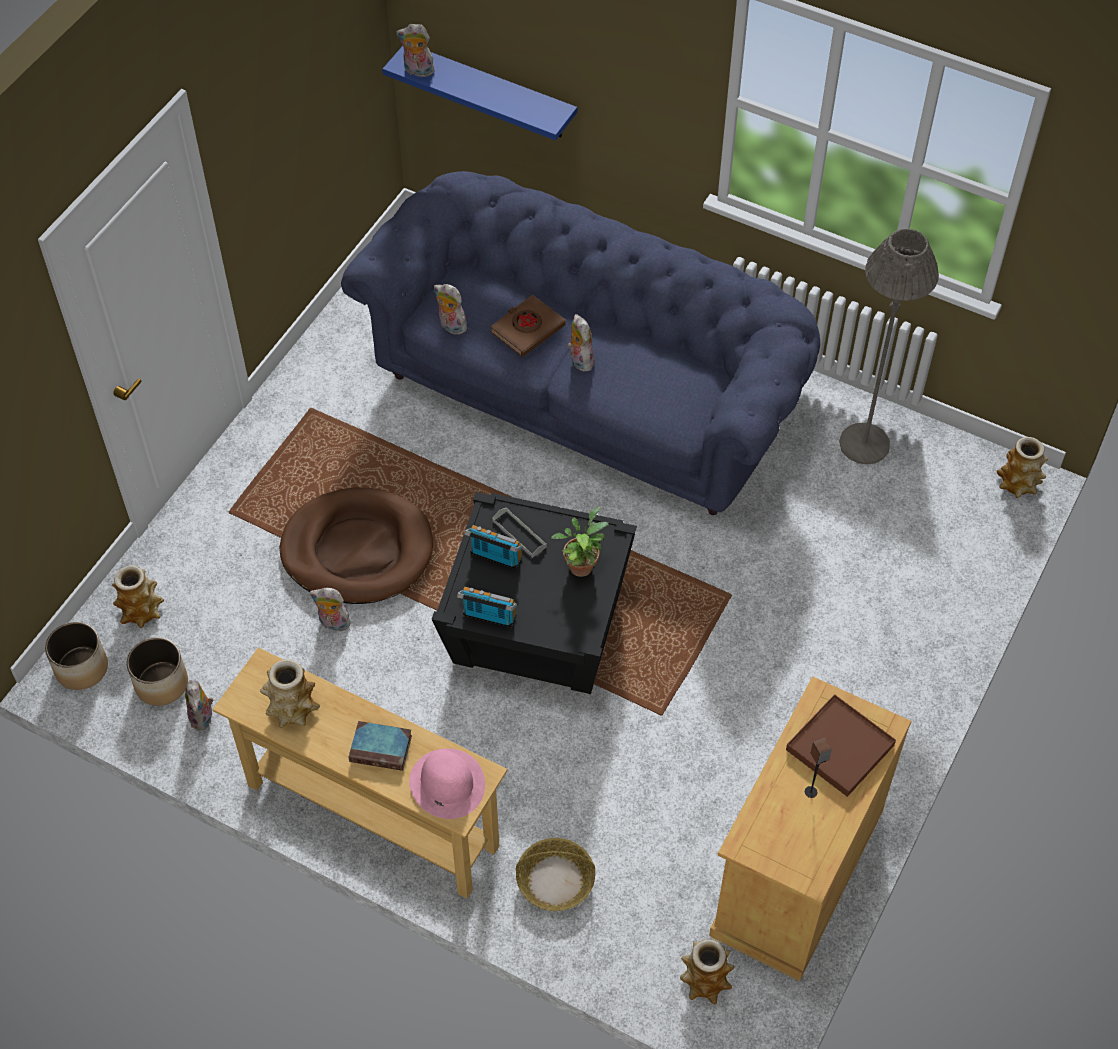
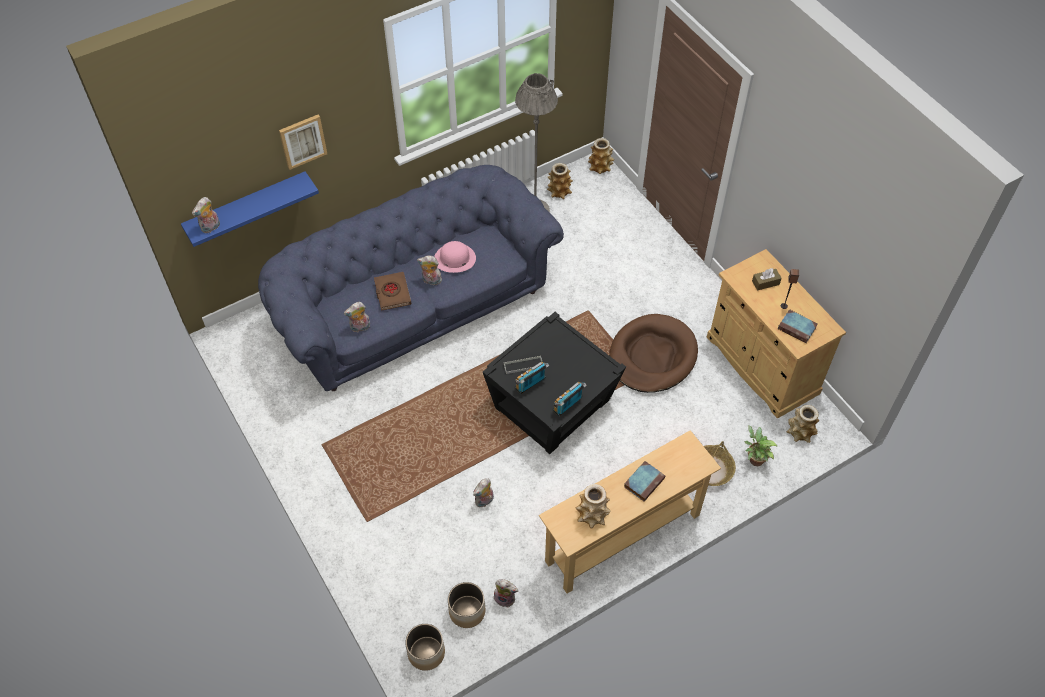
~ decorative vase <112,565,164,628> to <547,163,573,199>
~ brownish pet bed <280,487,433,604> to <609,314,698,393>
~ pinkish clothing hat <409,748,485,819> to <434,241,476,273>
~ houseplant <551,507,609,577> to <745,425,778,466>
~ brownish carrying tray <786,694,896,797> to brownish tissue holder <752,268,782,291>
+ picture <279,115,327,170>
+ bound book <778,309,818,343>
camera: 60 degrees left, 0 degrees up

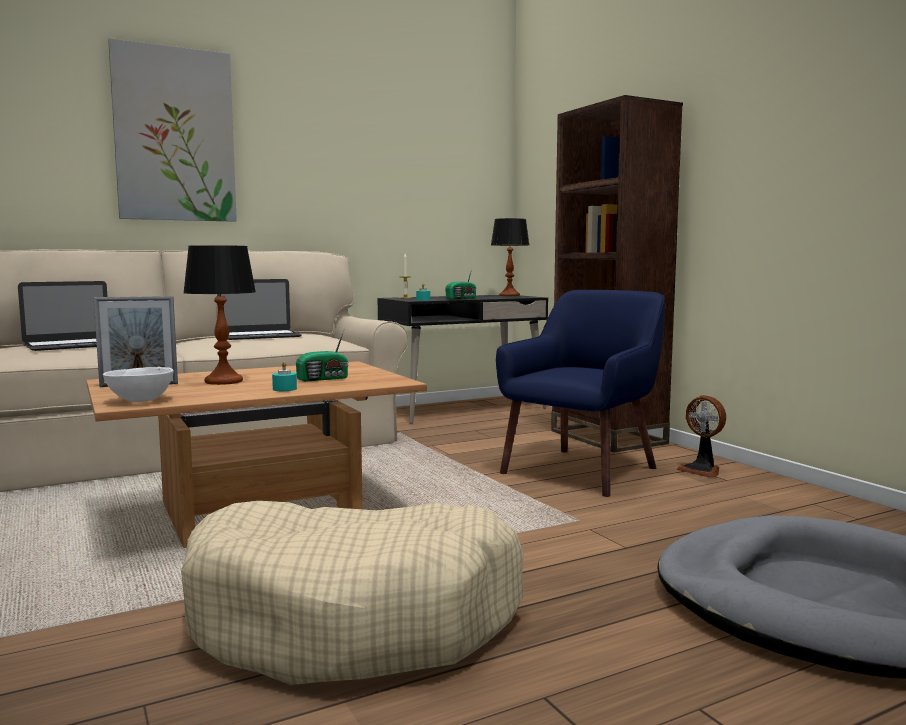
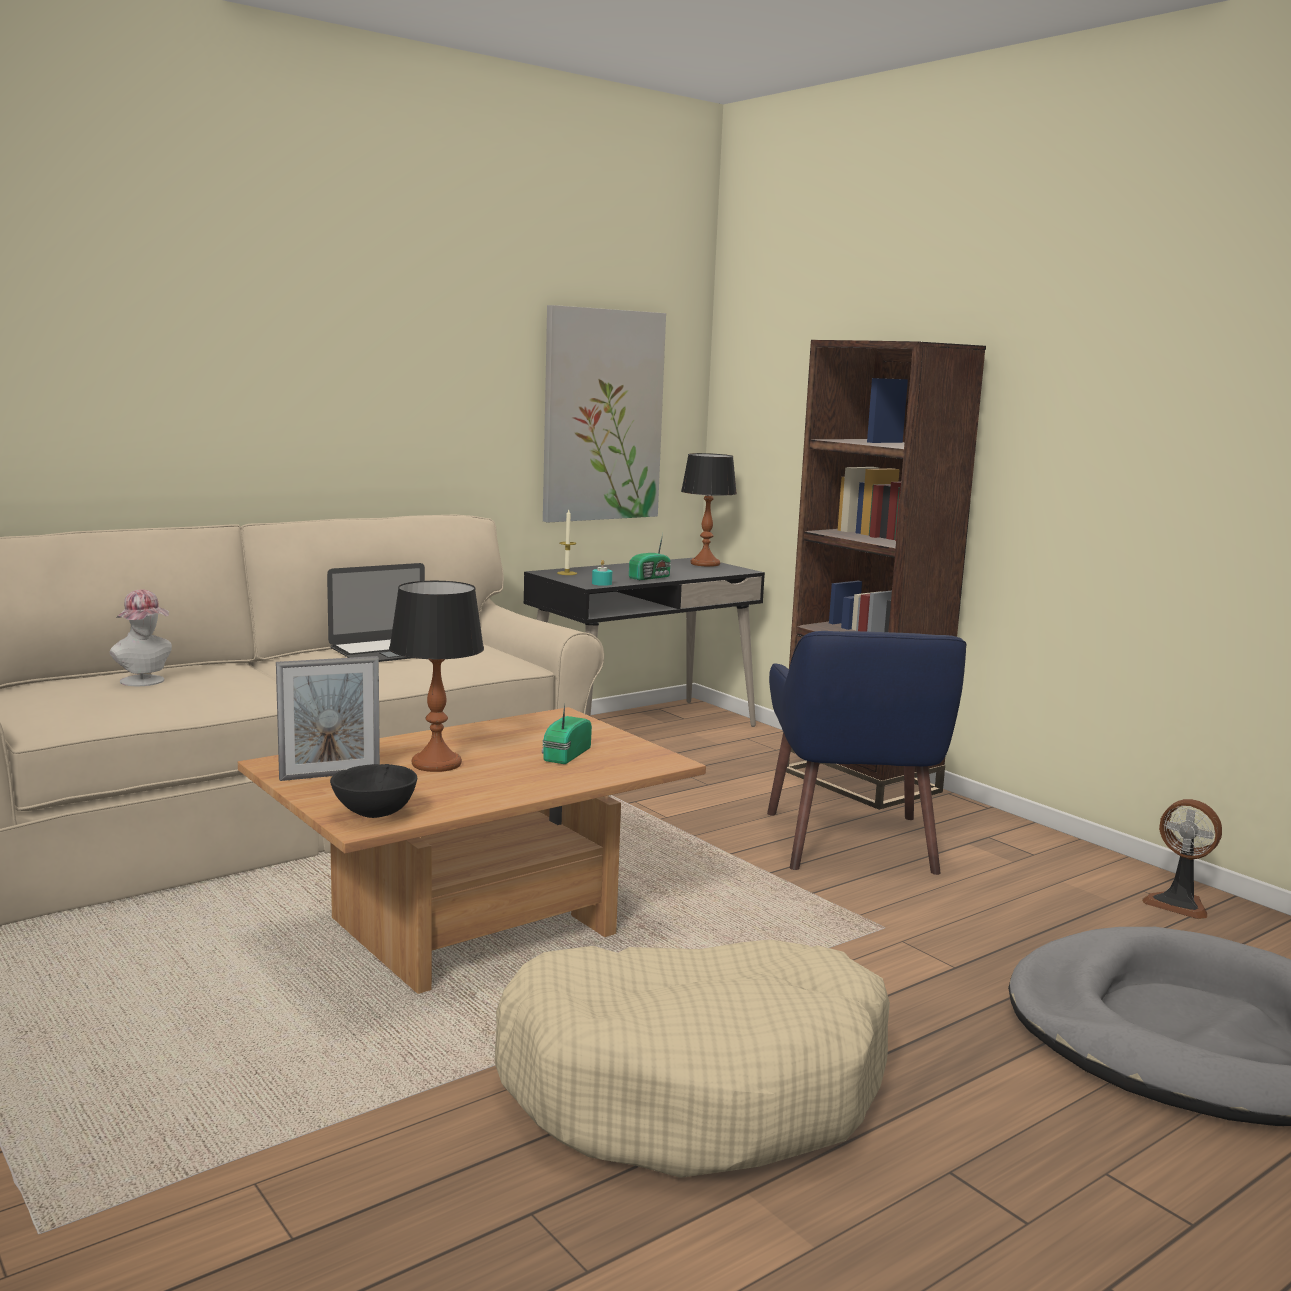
~ laptop <18,281,107,351> to clothing hat <110,589,172,686>
~ whitish bowl <103,367,174,402> to black-coloured bowl <330,764,417,818>
~ picture <108,38,237,222> to <543,305,666,523>
- blue-green wax light <272,361,297,391>
~ radio receiver <296,330,349,382> = <542,704,592,764> 150 degrees clockwise
~ blue lounge chair <496,290,665,497> = <767,631,966,875> 150 degrees clockwise
~ electric fan <676,395,726,477> to <1142,799,1222,919>
camera: 10 degrees left, 5 degrees up

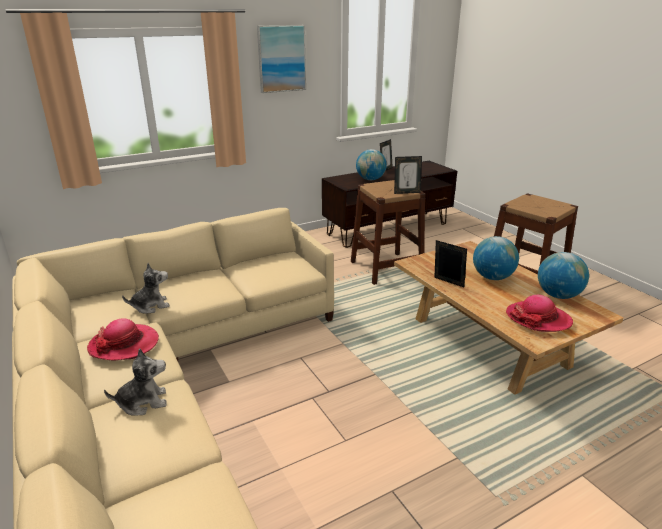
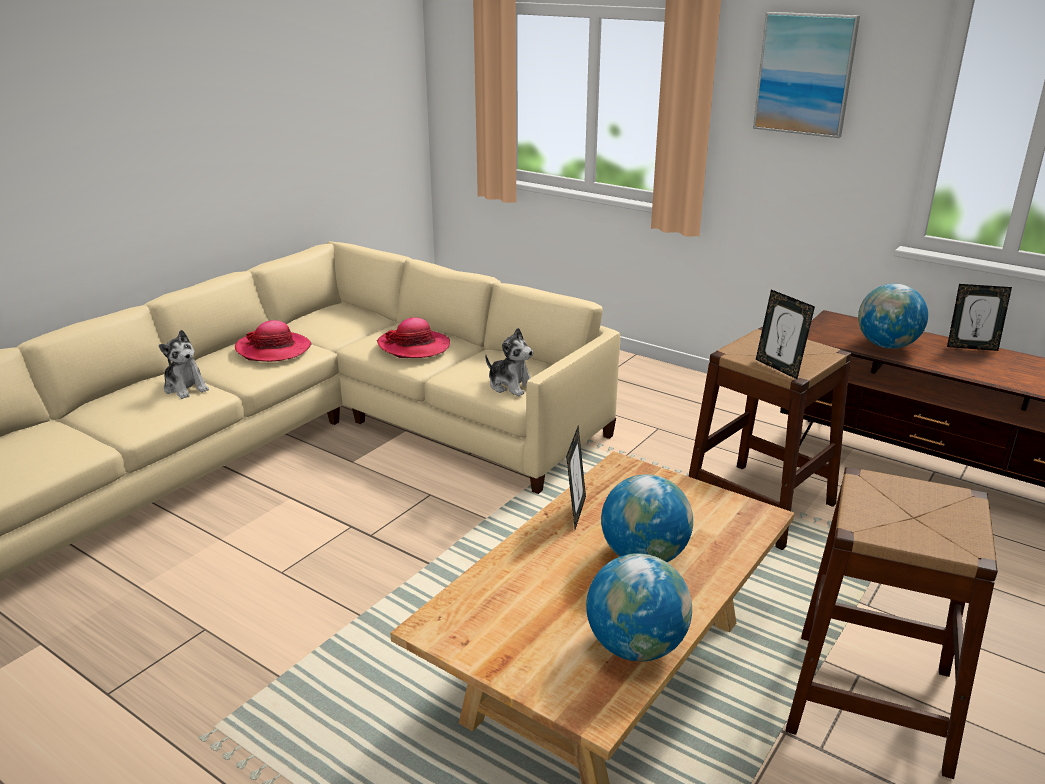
~ plush toy <122,263,170,314> to <485,328,533,397>
~ clothing hat <506,295,573,332> to <377,317,450,358>
camera: 65 degrees right, 0 degrees up

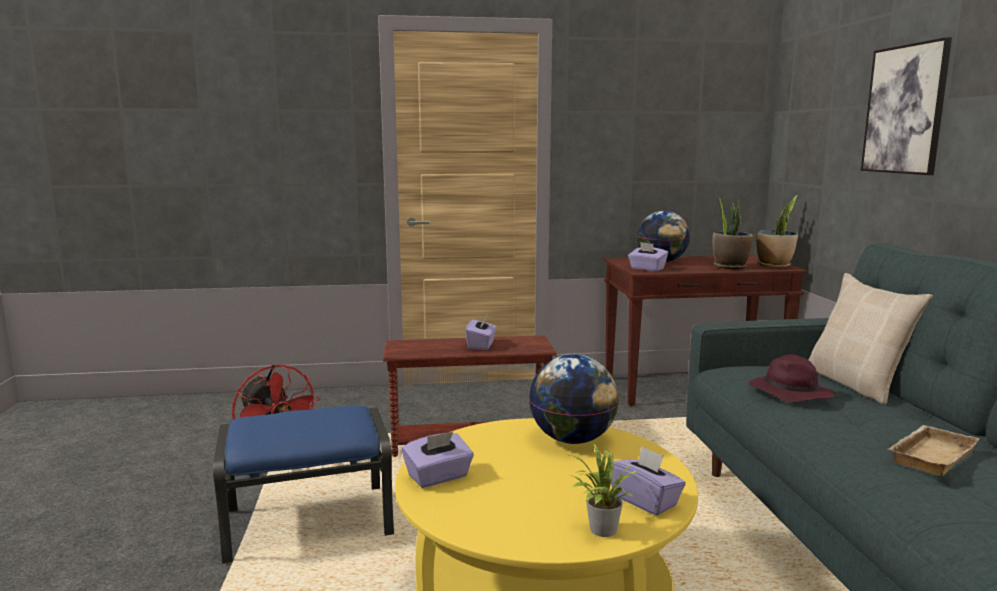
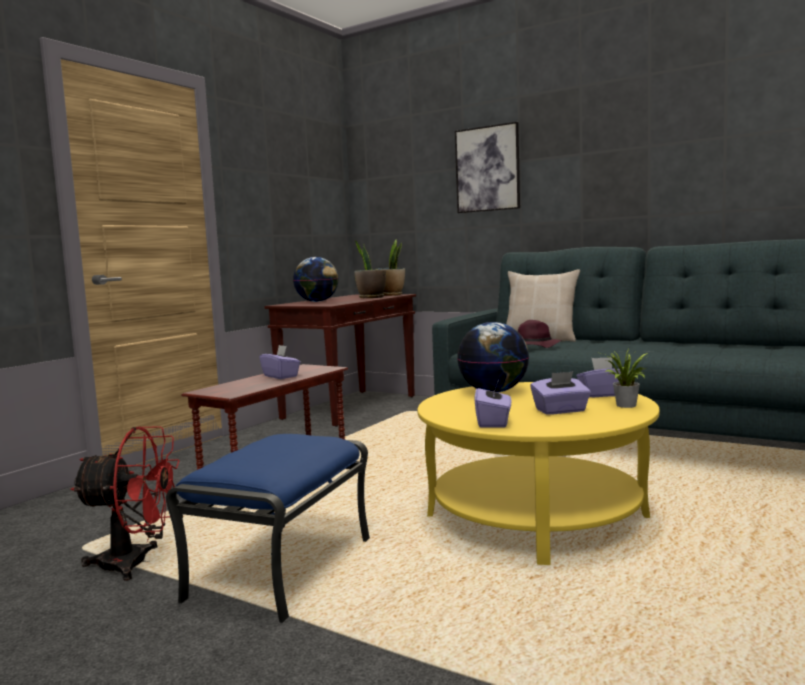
~ purple tissue holder <628,242,668,271> to <530,372,591,415>
- sand-coloured carrying tray <889,425,980,476>
camera: 50 degrees left, 5 degrees down

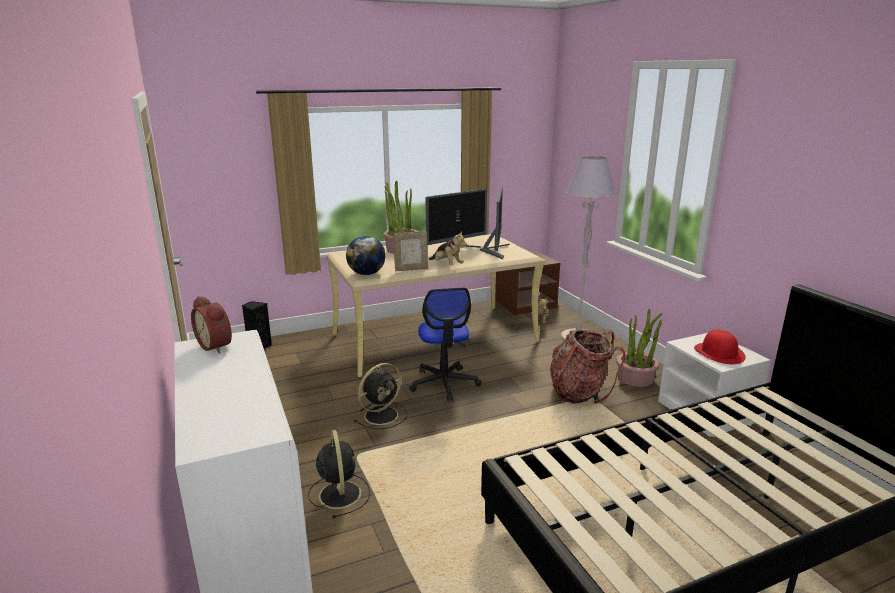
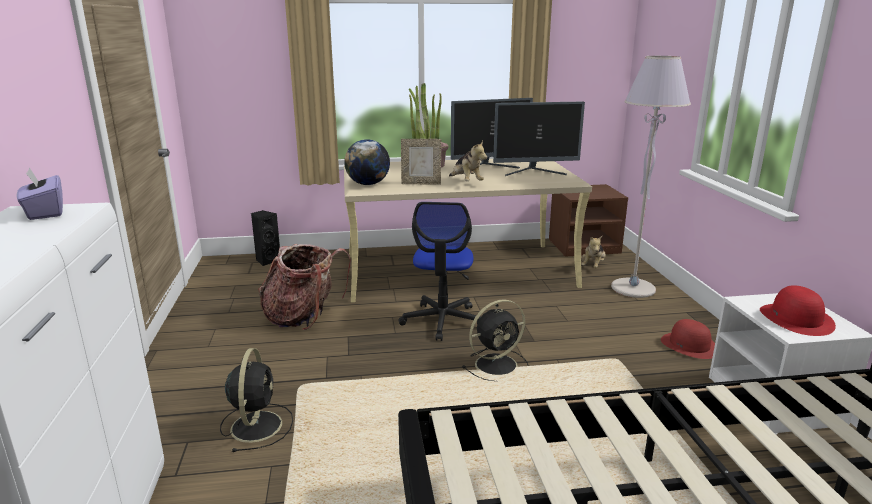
~ alarm clock <191,296,232,353> to purple tissue holder <17,167,63,220>
~ black-coloured electric fan <354,363,407,429> to <462,300,528,381>
~ computer display <480,187,509,259> = <493,102,585,176> 60 degrees clockwise
~ rucksack <550,329,625,404> to <258,244,351,330>
~ houseplant <616,309,662,387> to red clothing hat <661,319,715,359>
camera: 15 degrees right, 0 degrees up

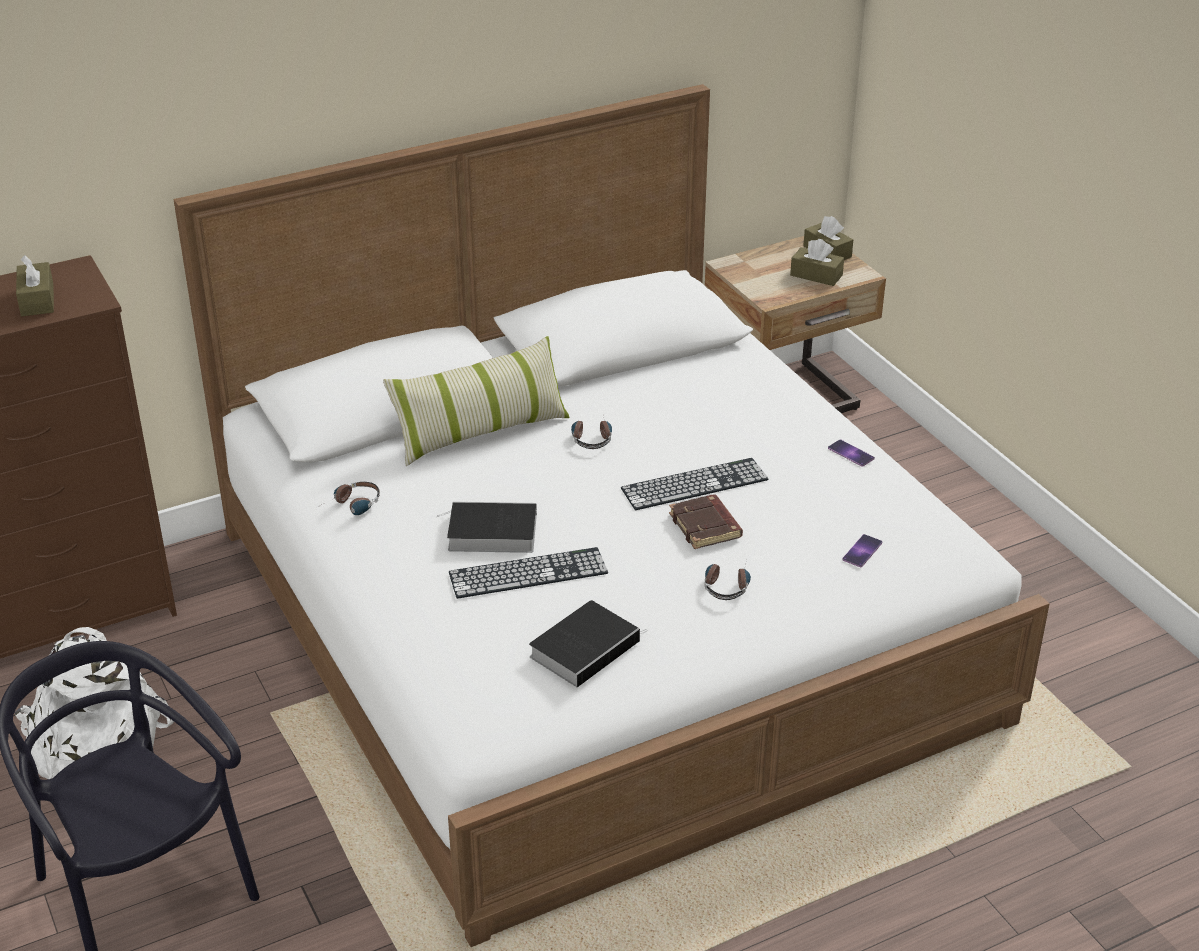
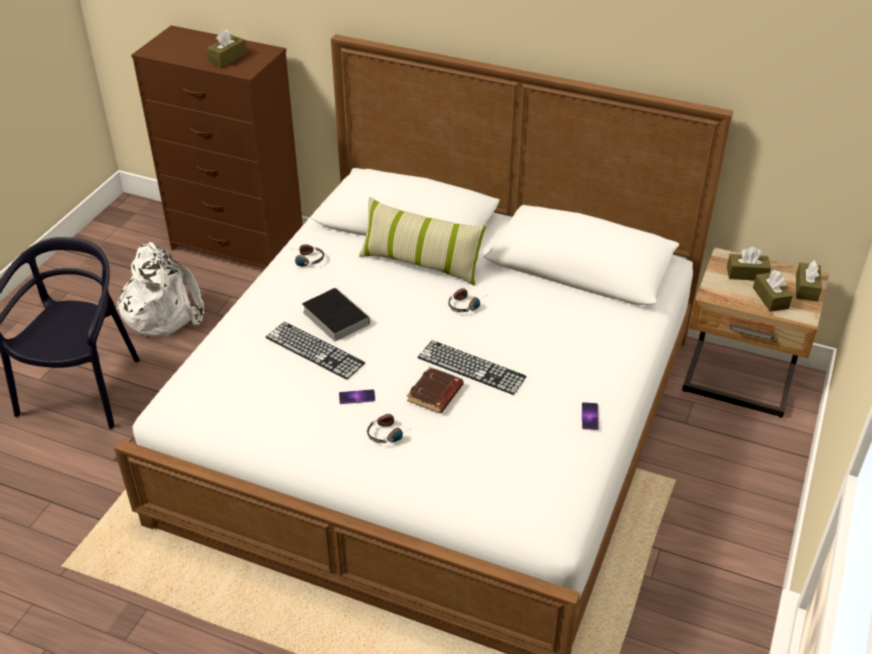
- bound book <529,600,648,687>
~ handset <842,534,882,567> to <339,389,375,404>
+ brownish tissue holder <727,247,771,281>
camera: 50 degrees right, 5 degrees up

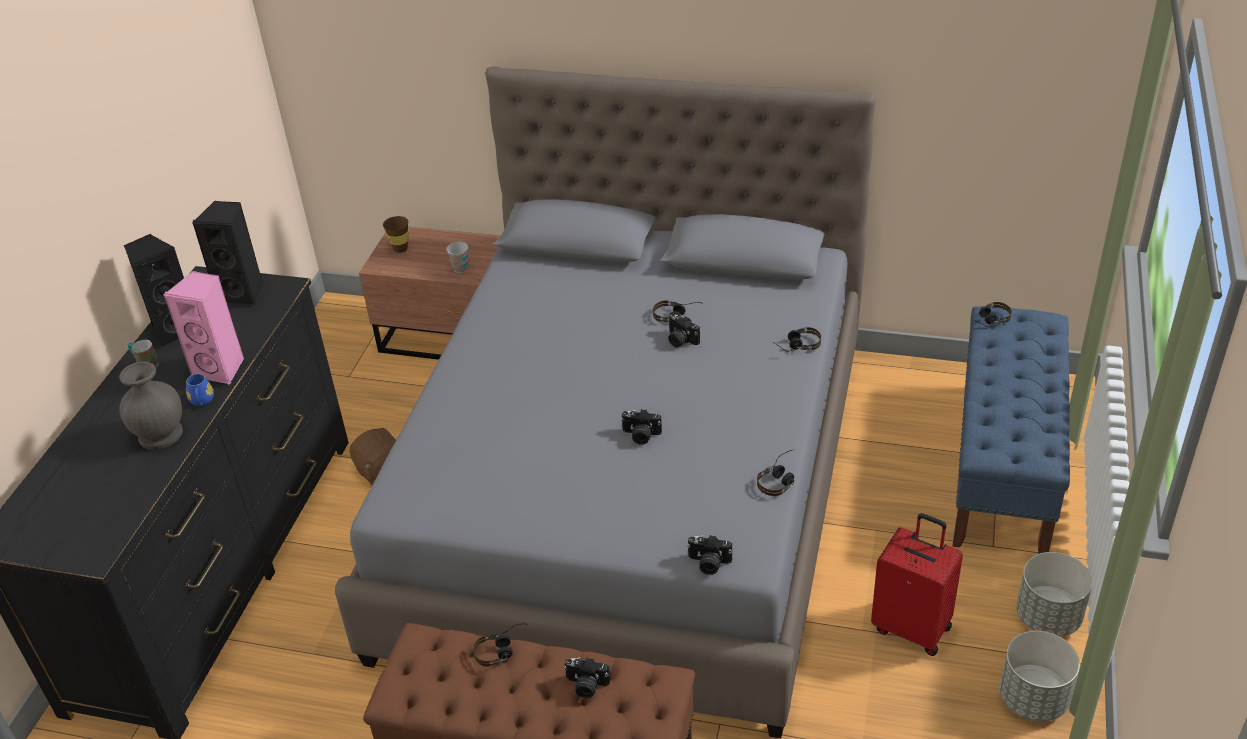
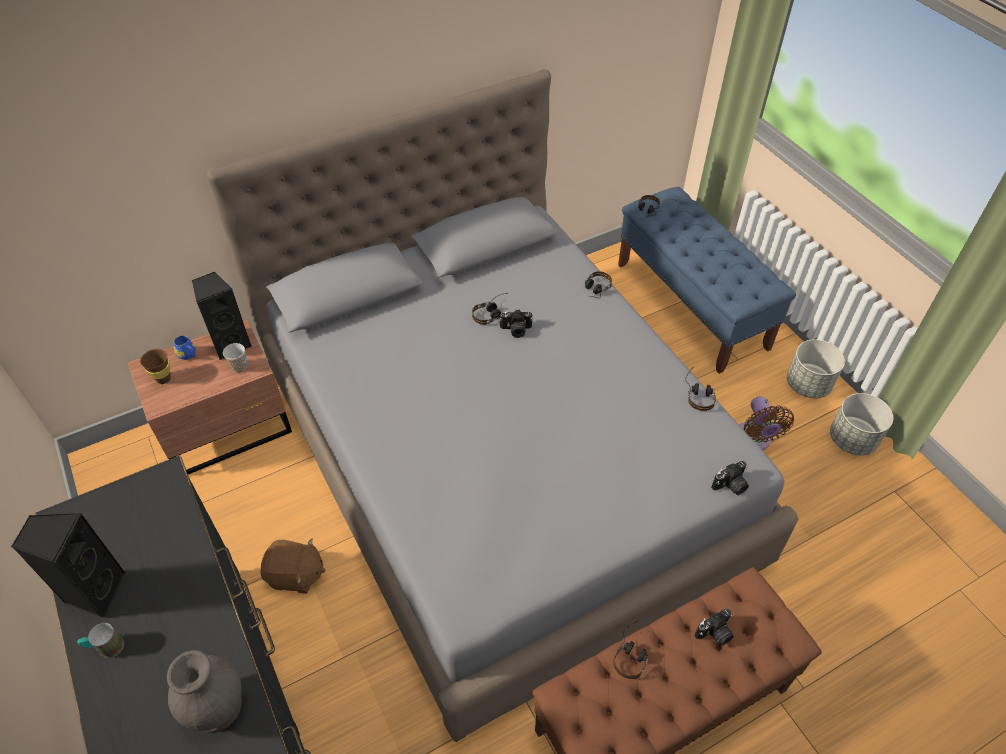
- pinkish speaker <164,271,244,385>
~ blue coffee mug <186,374,214,406> to <174,335,196,360>
~ black-coloured speaker <192,201,263,306> to <192,272,252,360>
- still camera <621,409,662,445>
~ red piece of luggage <871,513,963,656> to brownish electric fan <739,396,794,450>
camera: 45 degrees left, 10 degrees up

